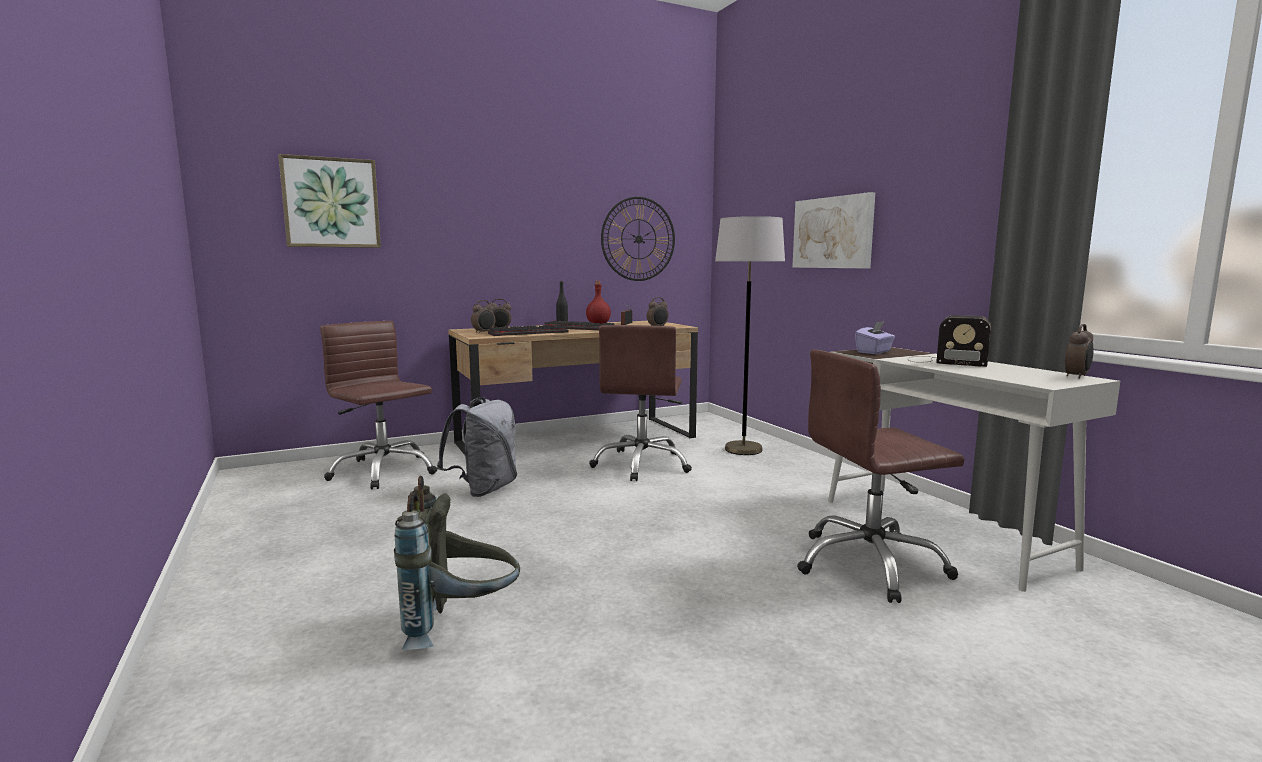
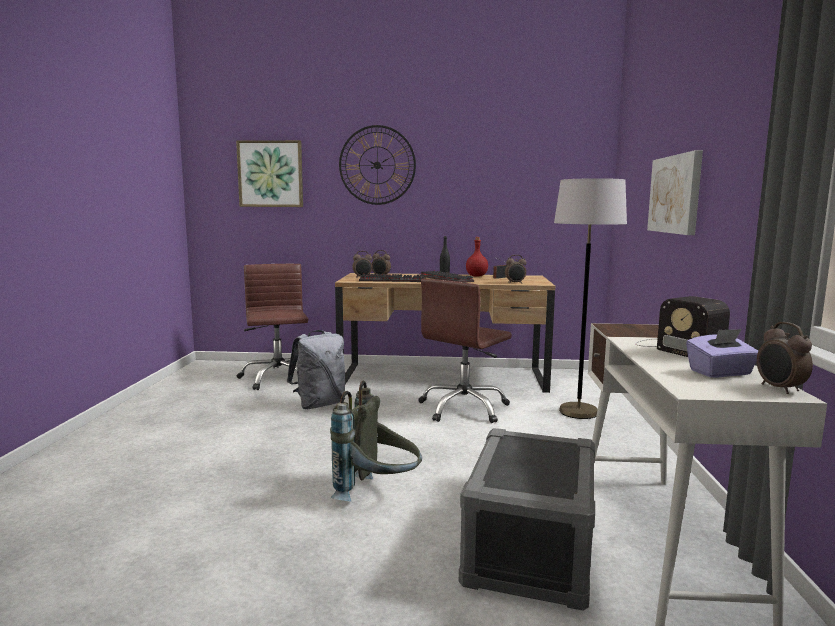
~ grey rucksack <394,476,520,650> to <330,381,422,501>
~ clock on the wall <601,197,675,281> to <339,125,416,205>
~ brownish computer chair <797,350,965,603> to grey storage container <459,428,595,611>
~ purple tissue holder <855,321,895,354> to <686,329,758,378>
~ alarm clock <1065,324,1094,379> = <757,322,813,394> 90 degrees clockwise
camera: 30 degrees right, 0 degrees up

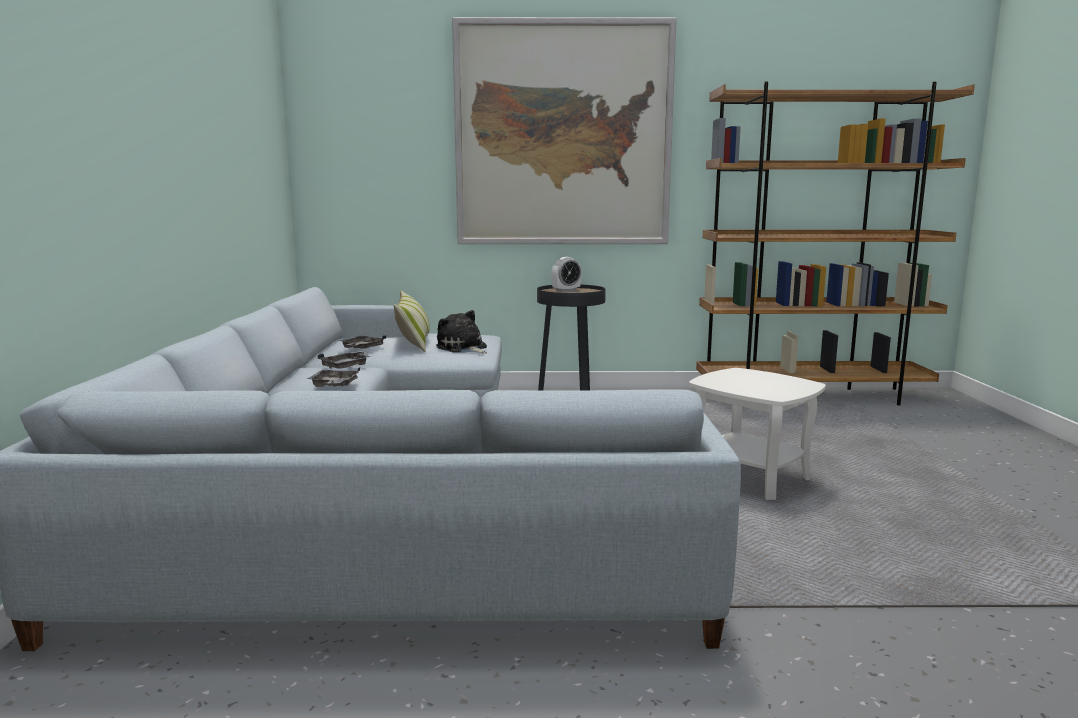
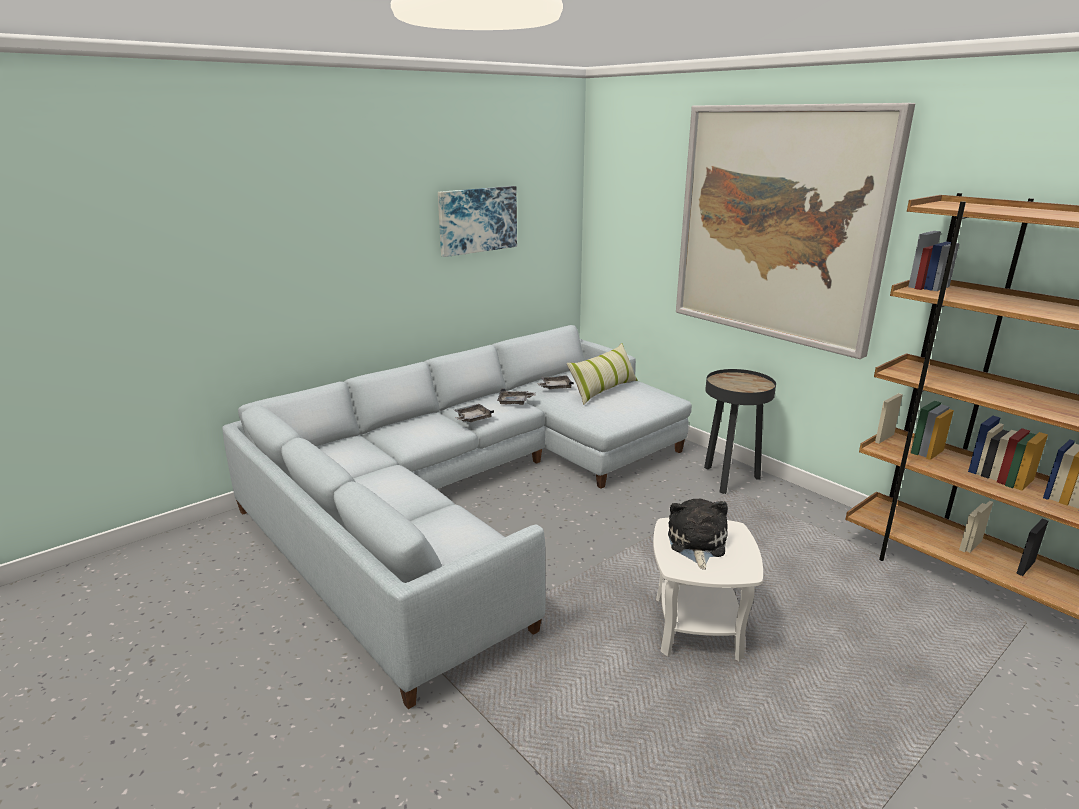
~ plush toy <436,310,487,353> to <668,499,728,570>
- alarm clock <551,257,582,292>
+ picture <438,186,517,257>
camera: 50 degrees right, 10 degrees up

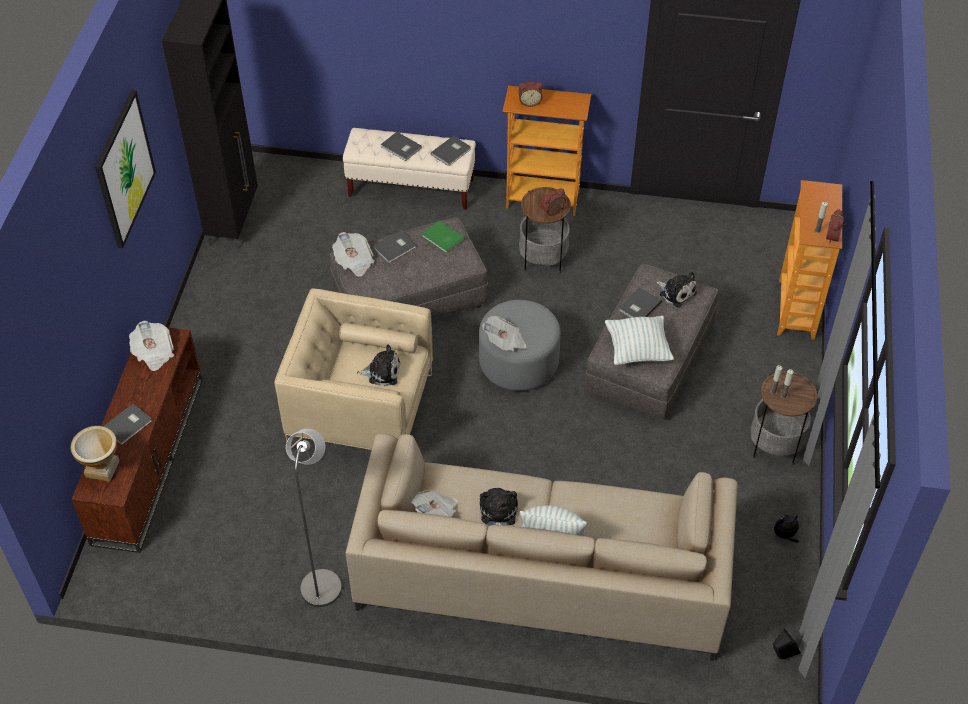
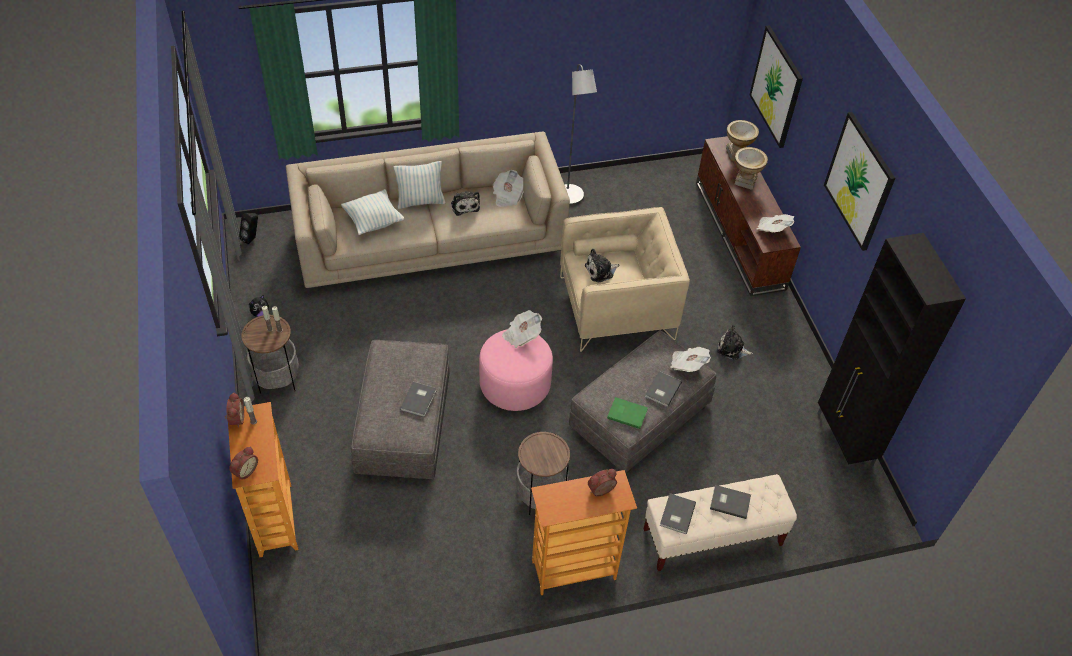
~ grey bound book <104,403,152,445> to decorative vase <734,147,768,190>
~ grey pouffe <479,300,561,391> to pinkish pouffe <479,329,553,411>
~ alarm clock <541,188,566,216> to <229,447,258,480>
~ pillow <605,316,674,365> to <341,189,404,235>
~ plush toy <656,272,697,308> to <717,325,753,360>
+ picture <749,25,803,148>
camera: 155 degrees right, 0 degrees up

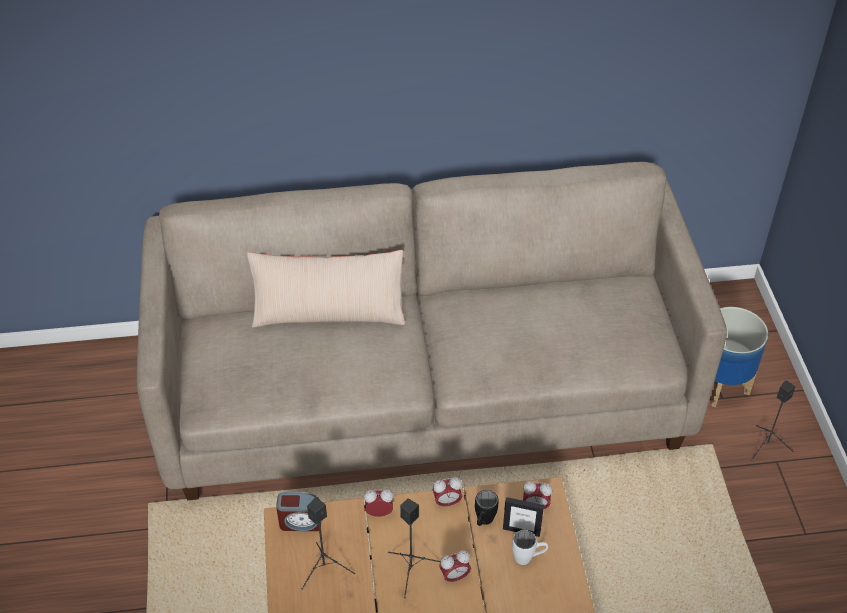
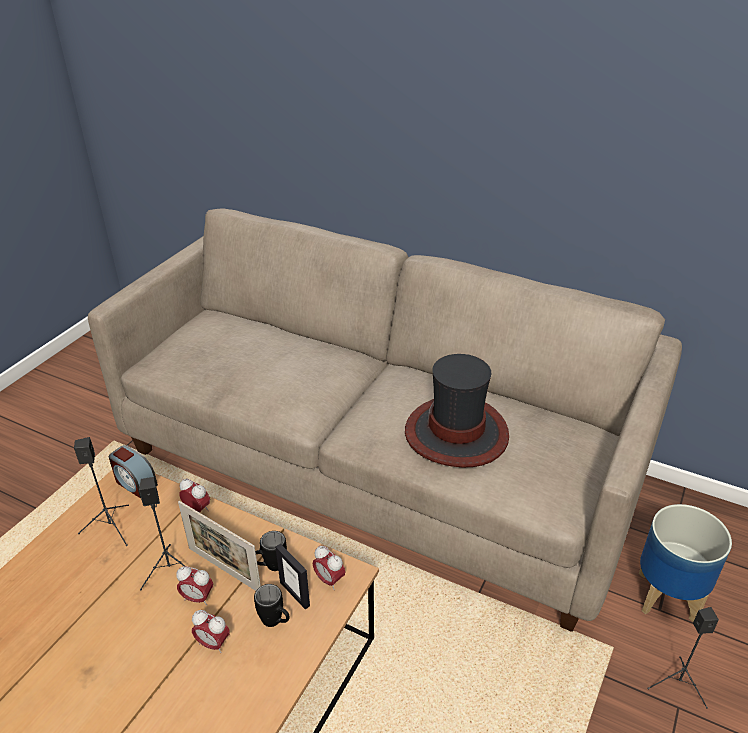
- sand-coloured pillow <247,250,405,327>
~ alarm clock <433,477,462,508> to <192,610,230,653>
~ whitish coffee mug <512,530,548,565> to black-coloured coffee mug <254,584,290,627>
+ photo frame <178,501,261,591>
+ clothing hat <405,354,509,467>
camera: 35 degrees right, 10 degrees down

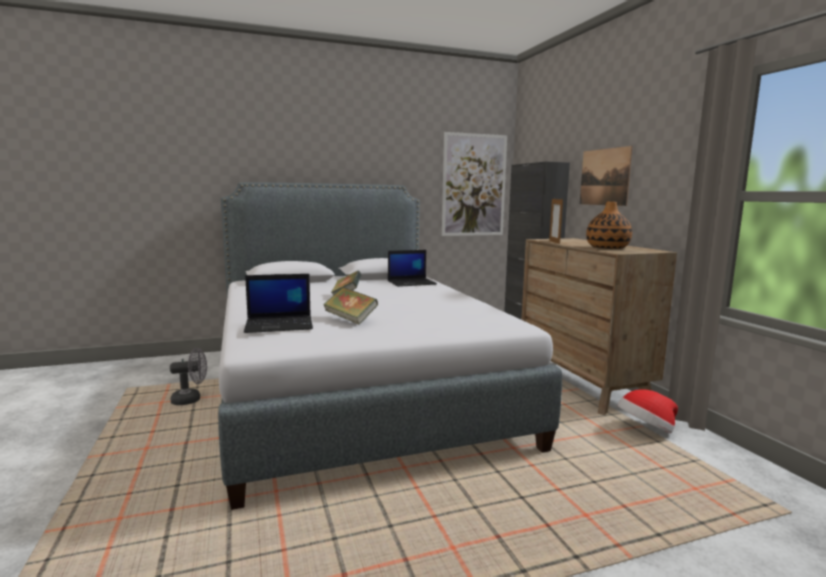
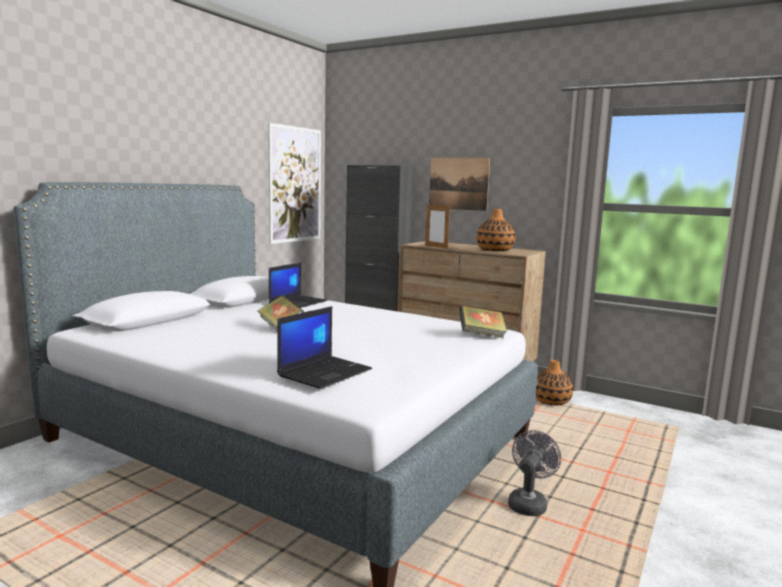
~ grey electric fan <170,348,207,405> to <508,430,561,516>
~ bound book <323,287,378,325> to <459,305,507,339>
~ clothing hat <617,389,678,433> to decorative vase <536,360,573,405>
camera: 40 degrees left, 0 degrees up

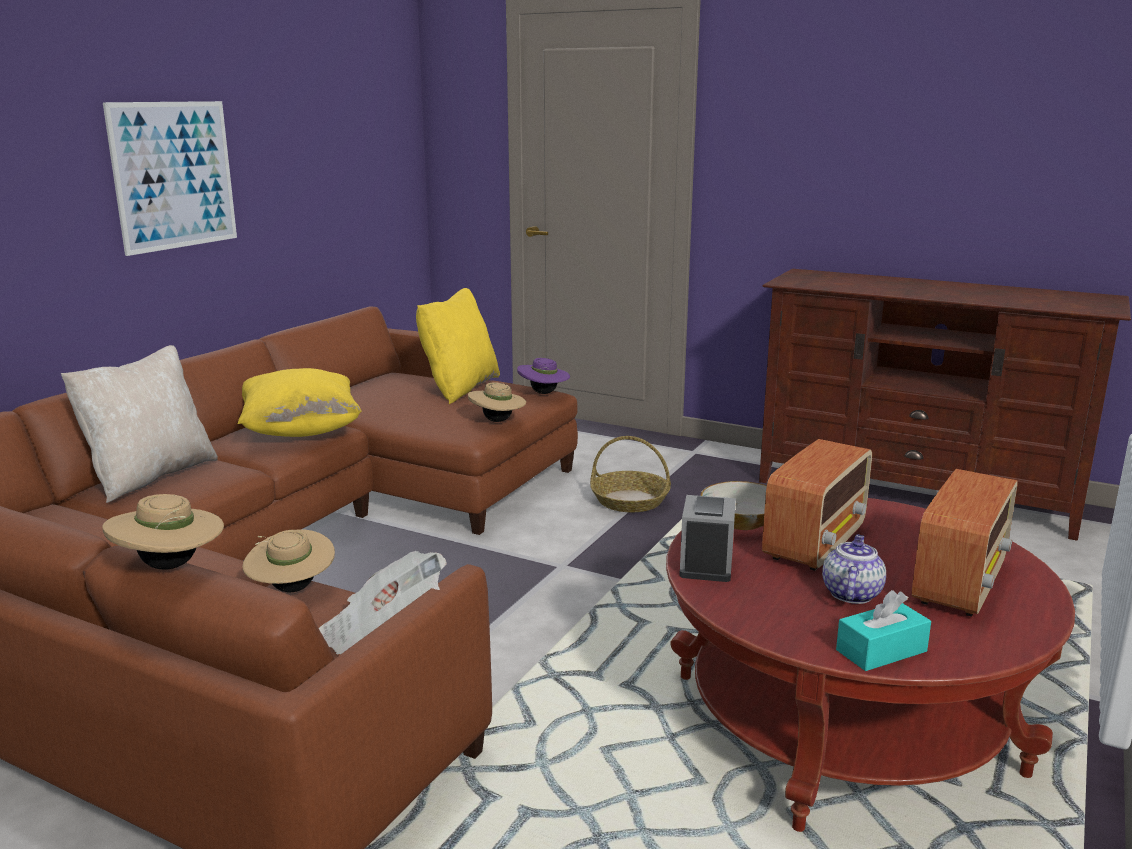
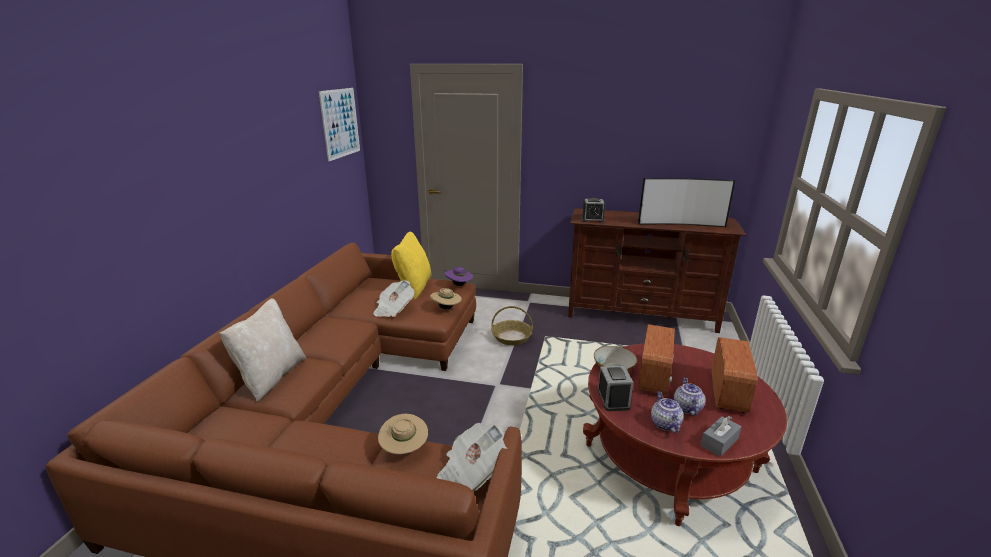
- sand-coloured clothing hat <102,494,224,570>
~ picture <103,101,237,256> to <319,88,360,161>
- yellow pillow <238,368,362,437>
~ blue-green tissue holder <836,590,931,671> to grey tissue holder <701,416,741,457>
+ printed paper <373,280,414,317>
+ alarm clock <581,198,605,223>
+ television <638,178,735,227>
+ tea pot <651,391,684,433>
camera: 15 degrees left, 5 degrees up

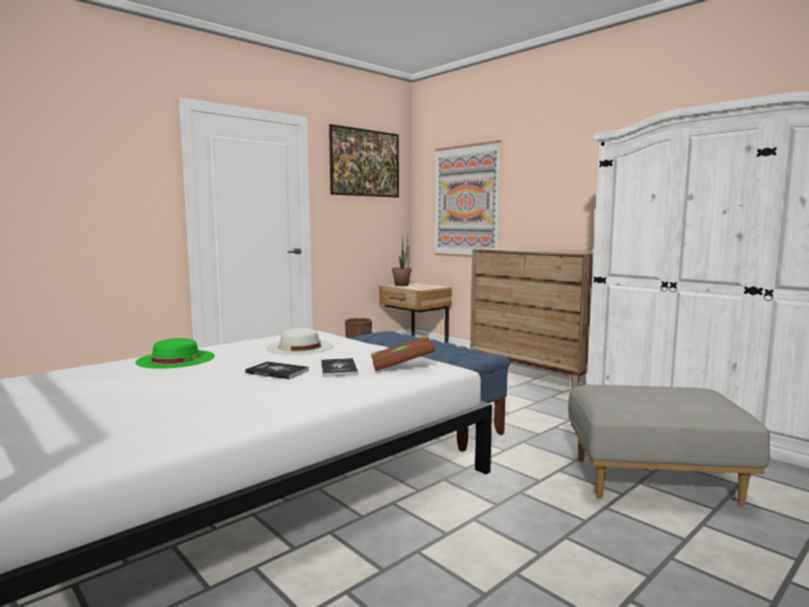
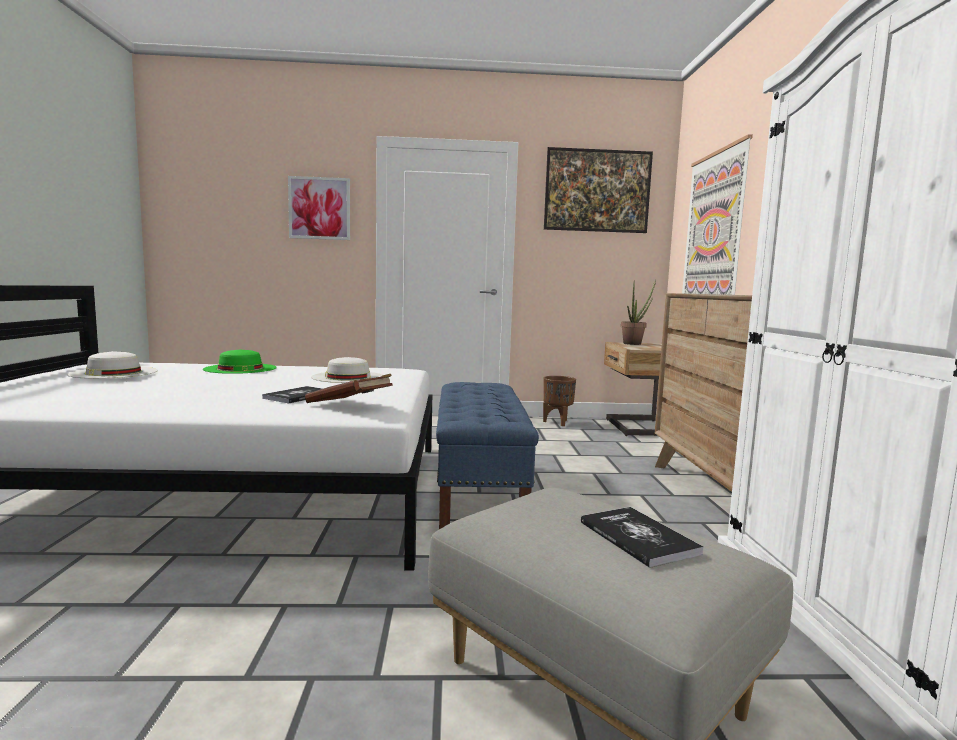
~ bound book <245,361,309,379> to <581,507,703,568>
+ whitish clothing hat <67,351,158,379>
+ picture <288,176,350,240>
camera: 40 degrees right, 0 degrees up

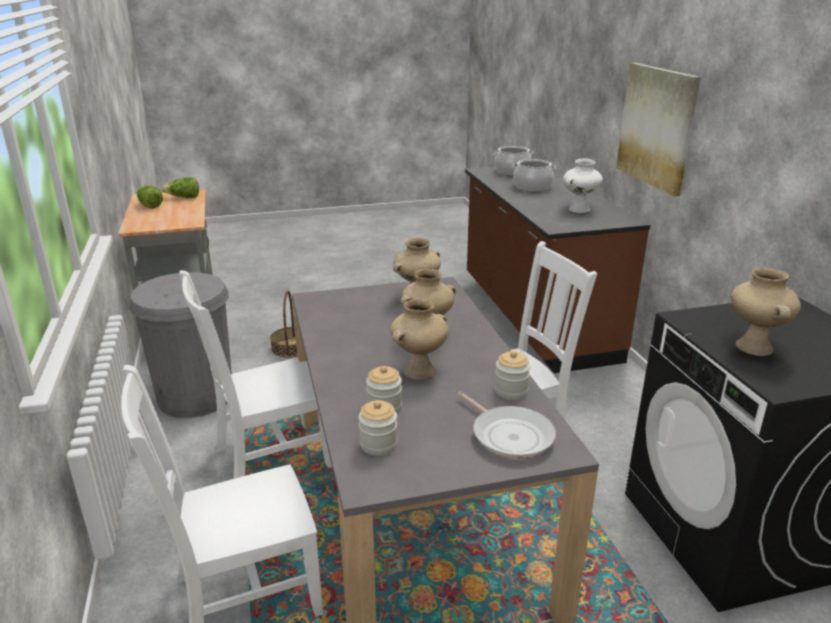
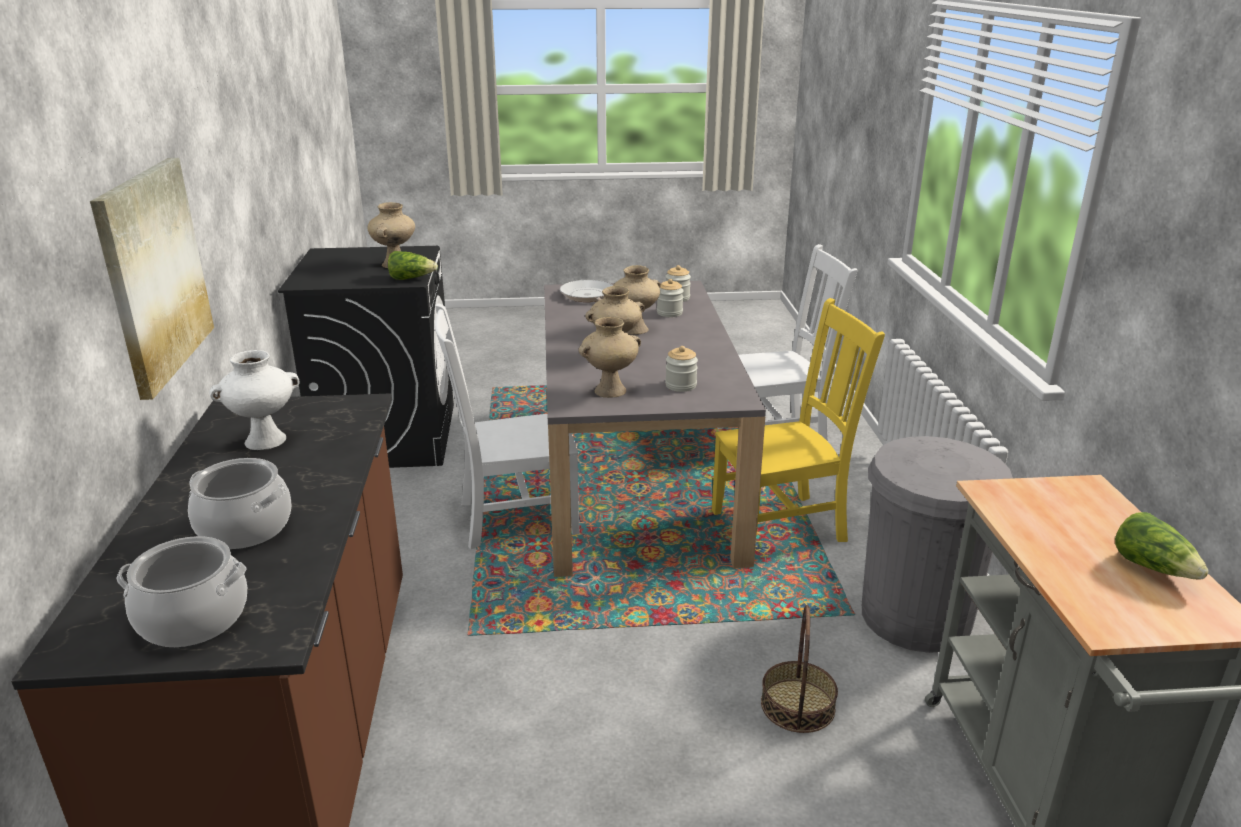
~ head of lettuce <162,177,199,198> to <388,251,438,280>
~ whitish chair <179,270,332,479> to yellow chair <712,298,885,542>
~ jar <495,351,530,400> to <665,346,698,392>
camera: 170 degrees left, 0 degrees up

